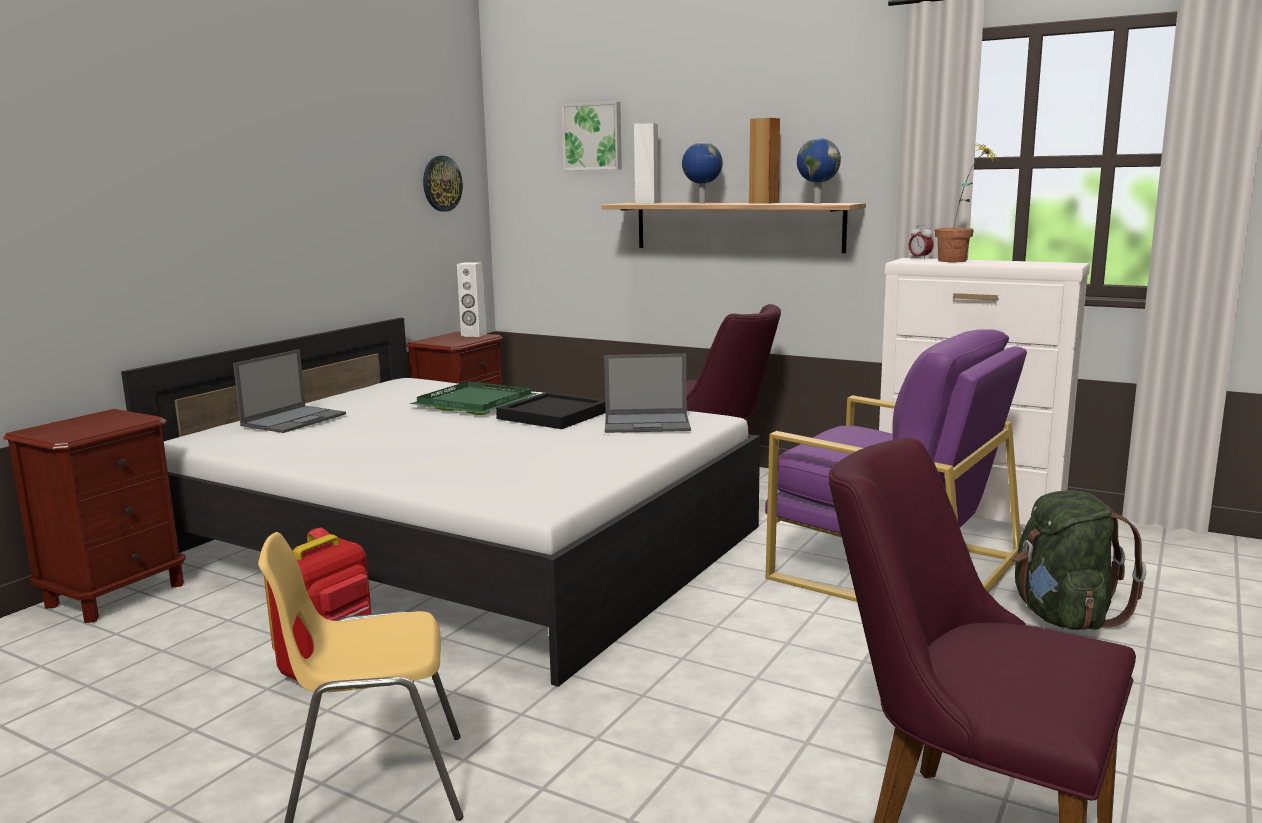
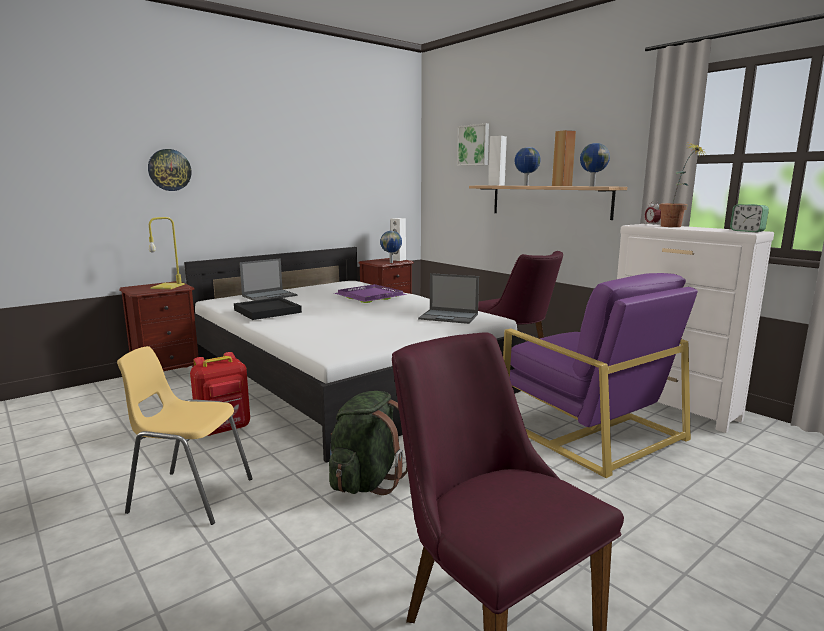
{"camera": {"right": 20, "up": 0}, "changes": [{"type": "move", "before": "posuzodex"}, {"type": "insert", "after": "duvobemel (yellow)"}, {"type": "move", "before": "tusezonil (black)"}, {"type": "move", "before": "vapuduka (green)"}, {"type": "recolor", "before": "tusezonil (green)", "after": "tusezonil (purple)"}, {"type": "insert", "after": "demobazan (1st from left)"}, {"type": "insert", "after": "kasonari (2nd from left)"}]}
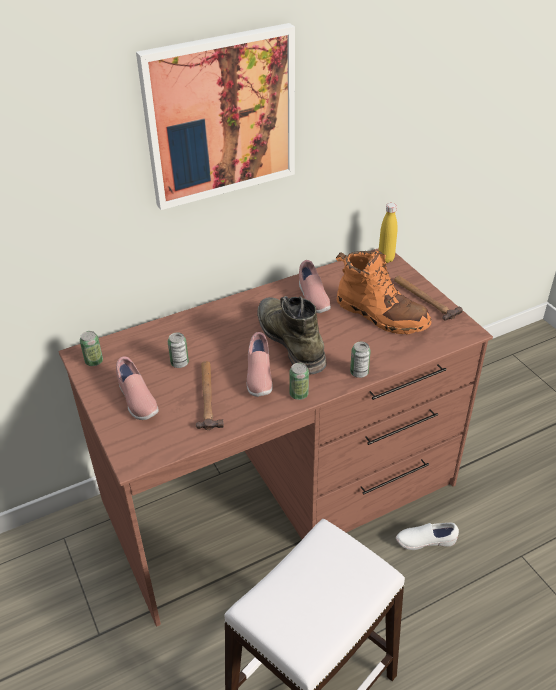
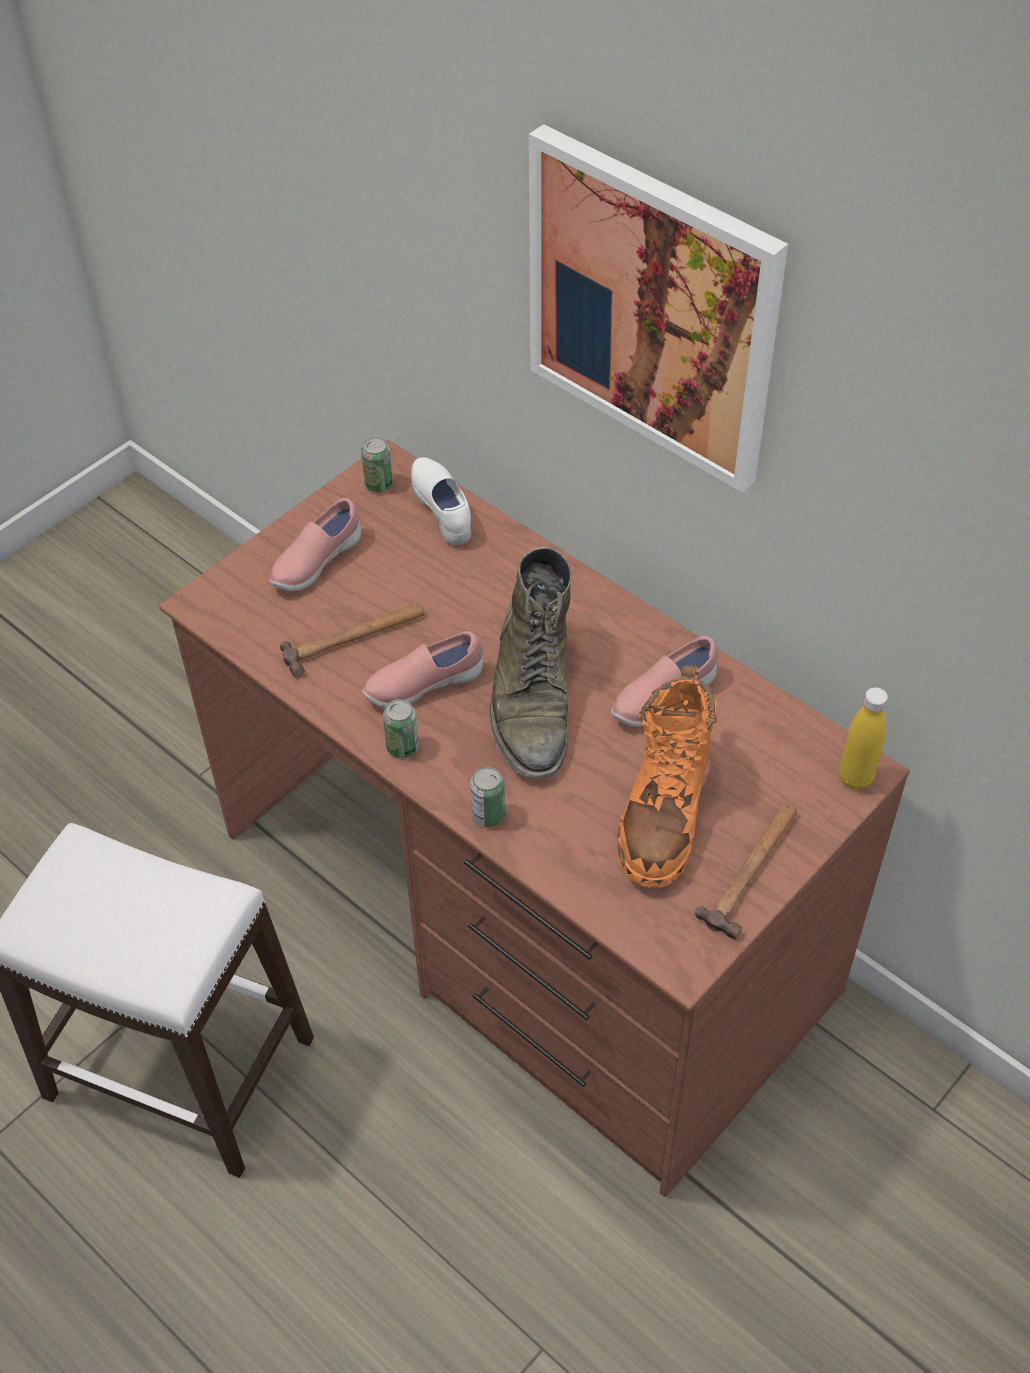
{"camera": {"right": 70, "up": 10}, "changes": [{"type": "move", "before": "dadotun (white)"}, {"type": "rotate", "before": "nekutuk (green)", "turn": 135}, {"type": "delete", "before": "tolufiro (2nd from left)"}]}
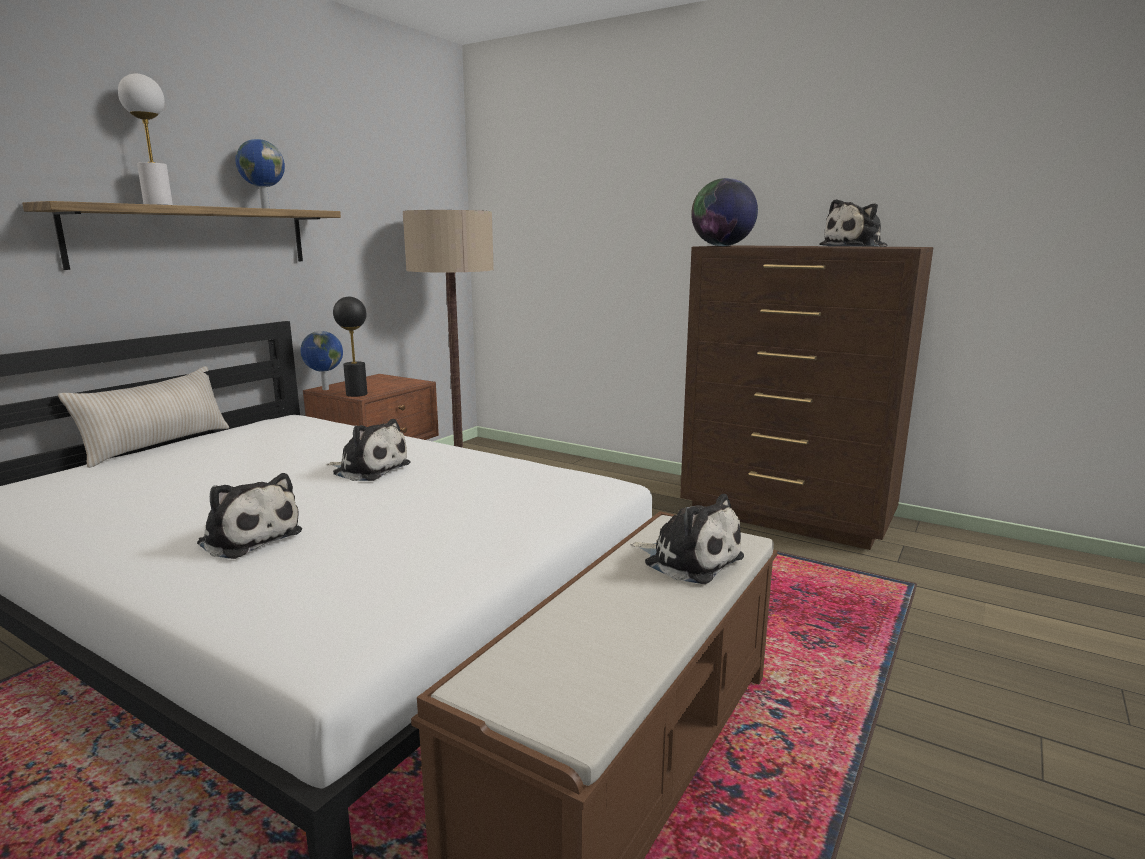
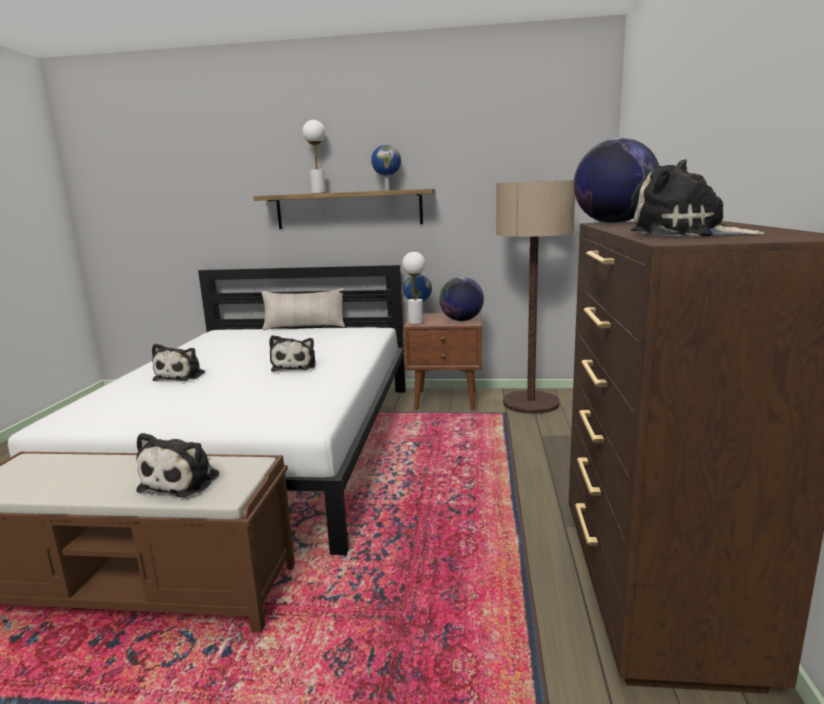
{"camera": {"right": 65, "up": 0}, "changes": [{"type": "recolor", "before": "duvobemel (black)", "after": "duvobemel (white) (2nd from left)"}, {"type": "insert", "after": "demobazan (3rd from left)"}]}
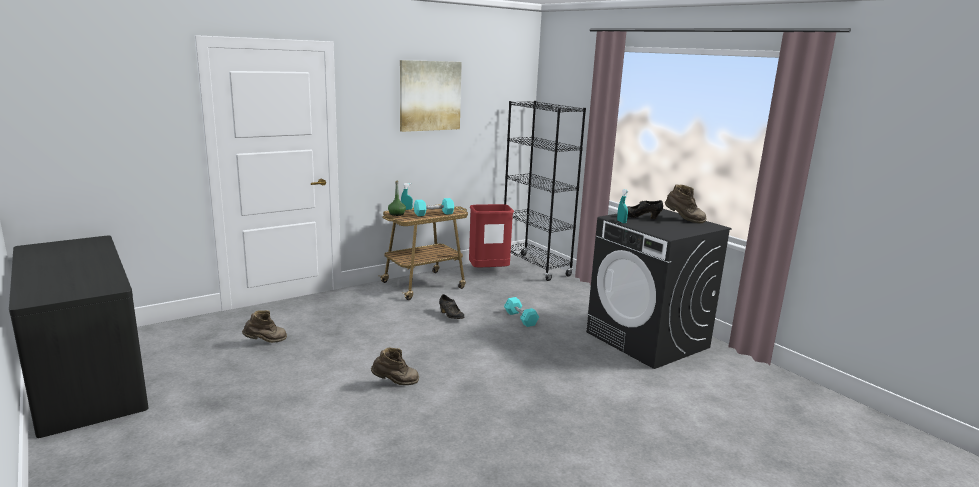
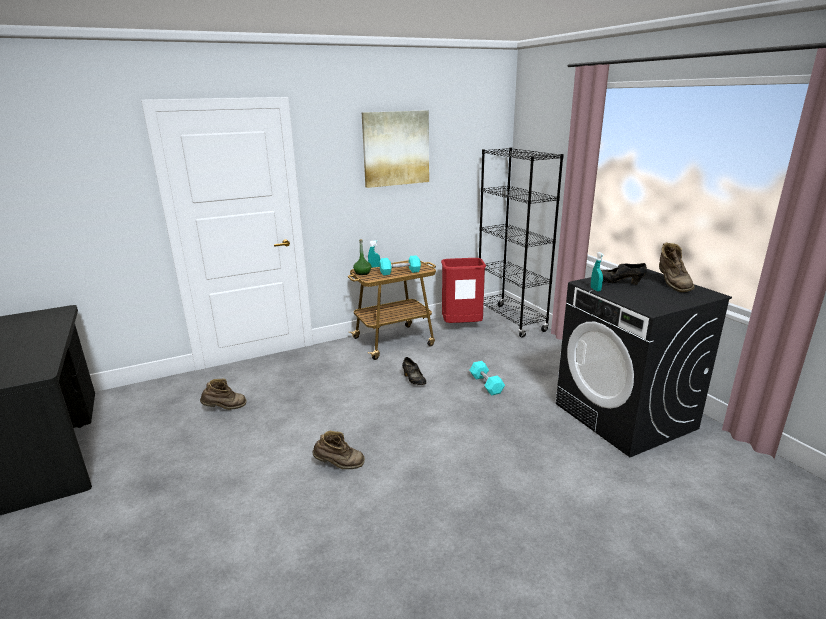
{"camera": {"right": 10, "up": 5}, "changes": [{"type": "rotate", "before": "nekutuk (brown) (3rd from left)", "turn": 45}]}
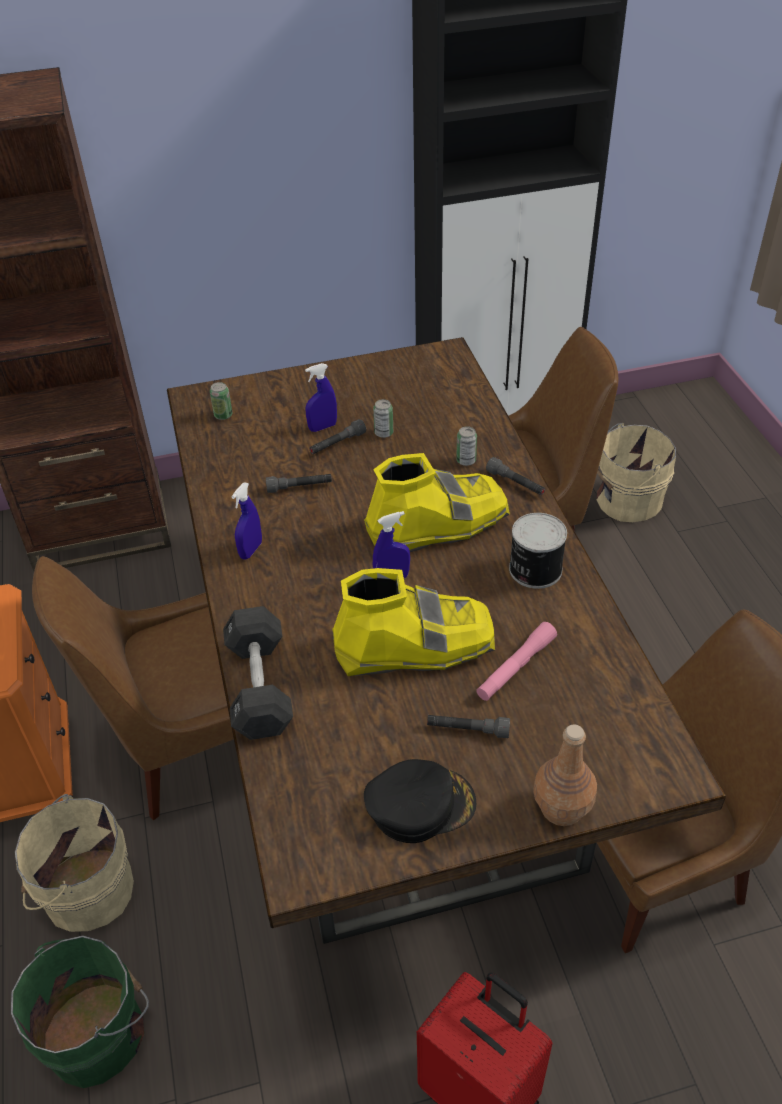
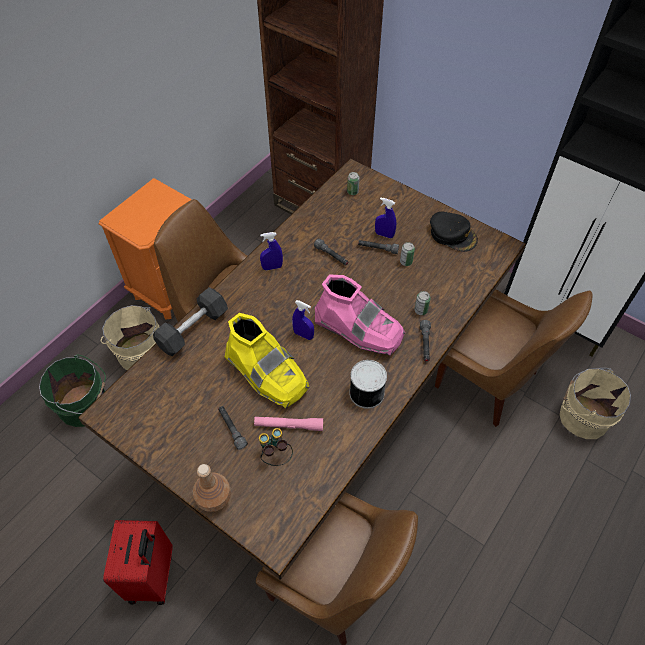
{"camera": {"right": 50, "up": 10}, "changes": [{"type": "insert", "after": "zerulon"}, {"type": "recolor", "before": "nekutuk (yellow) (2nd from left)", "after": "nekutuk (pink)"}, {"type": "move", "before": "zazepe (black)"}]}
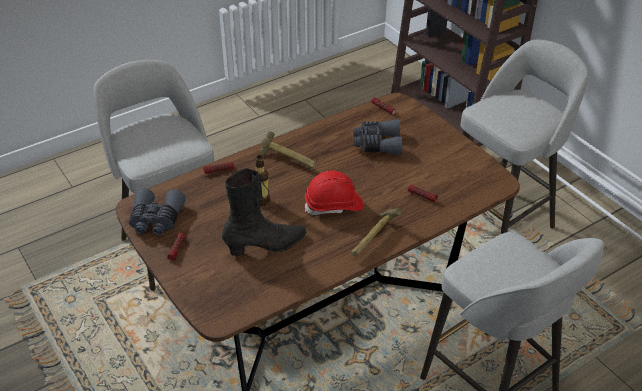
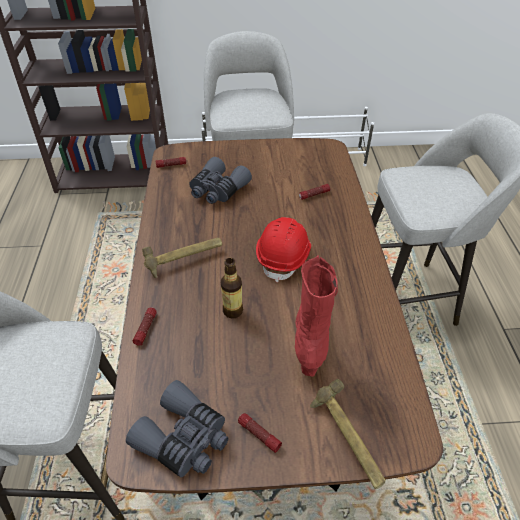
{"camera": {"right": -60, "up": 5}, "changes": [{"type": "recolor", "before": "nekutuk (black)", "after": "nekutuk (red)"}, {"type": "move", "before": "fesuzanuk (2nd from left)"}]}
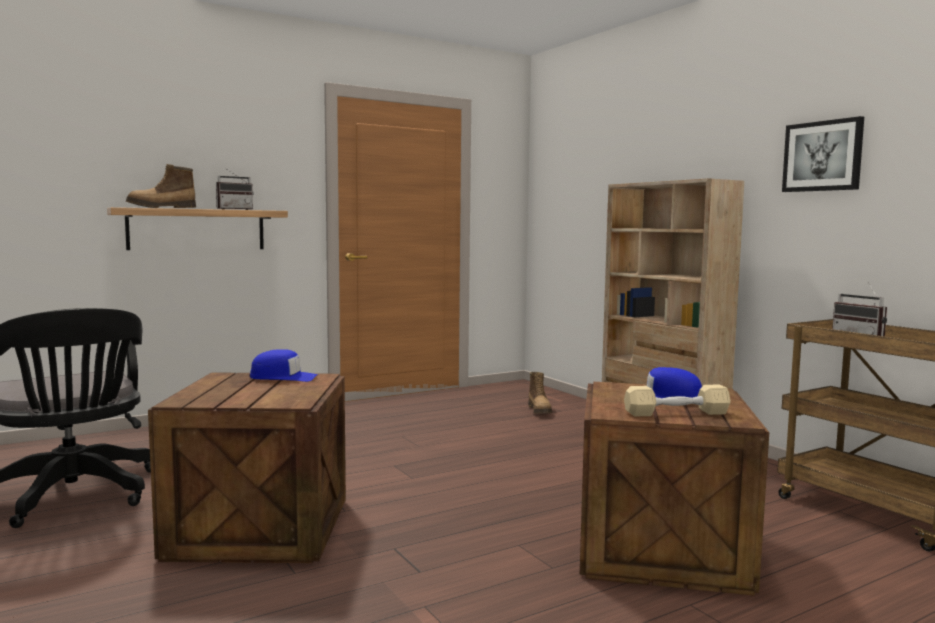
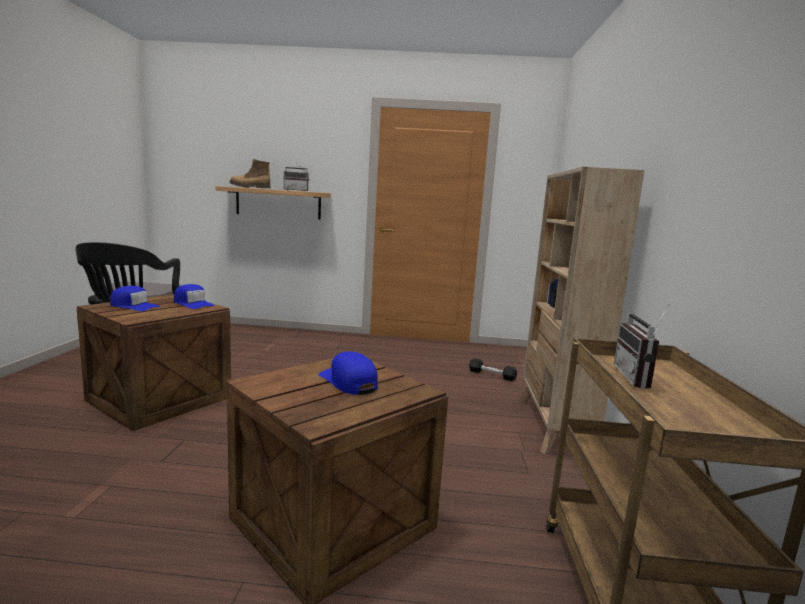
{"camera": {"right": 35, "up": 5}, "changes": [{"type": "insert", "after": "zazepe (blue) (1st from left)"}, {"type": "replace", "before": "nekutuk (2nd from left)", "after": "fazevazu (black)"}, {"type": "delete", "before": "fazevazu (beige)"}, {"type": "delete", "before": "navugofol"}]}
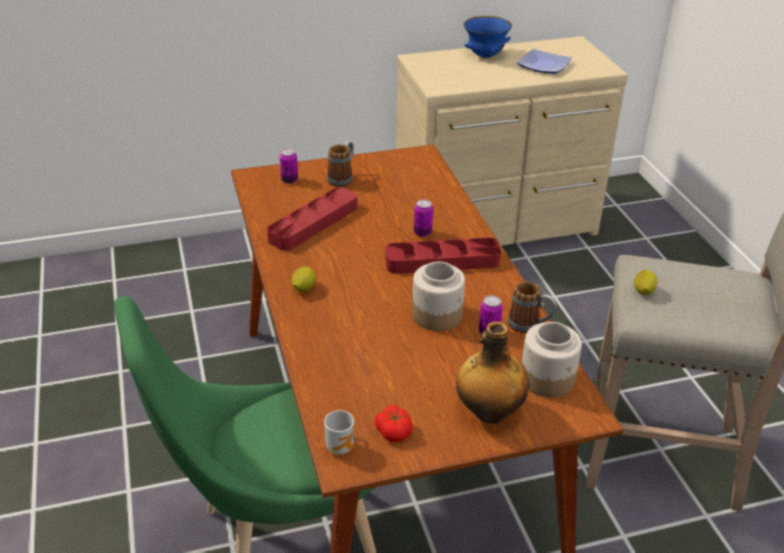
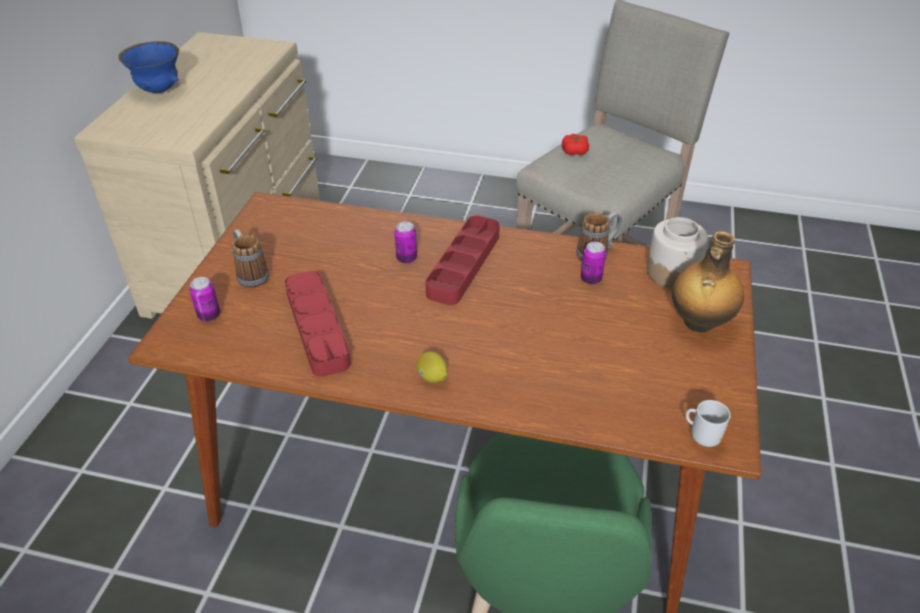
{"camera": {"right": -60, "up": 5}, "changes": [{"type": "move", "before": "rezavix"}, {"type": "delete", "before": "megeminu (1st from left)"}, {"type": "delete", "before": "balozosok"}, {"type": "delete", "before": "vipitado (2nd from left)"}]}
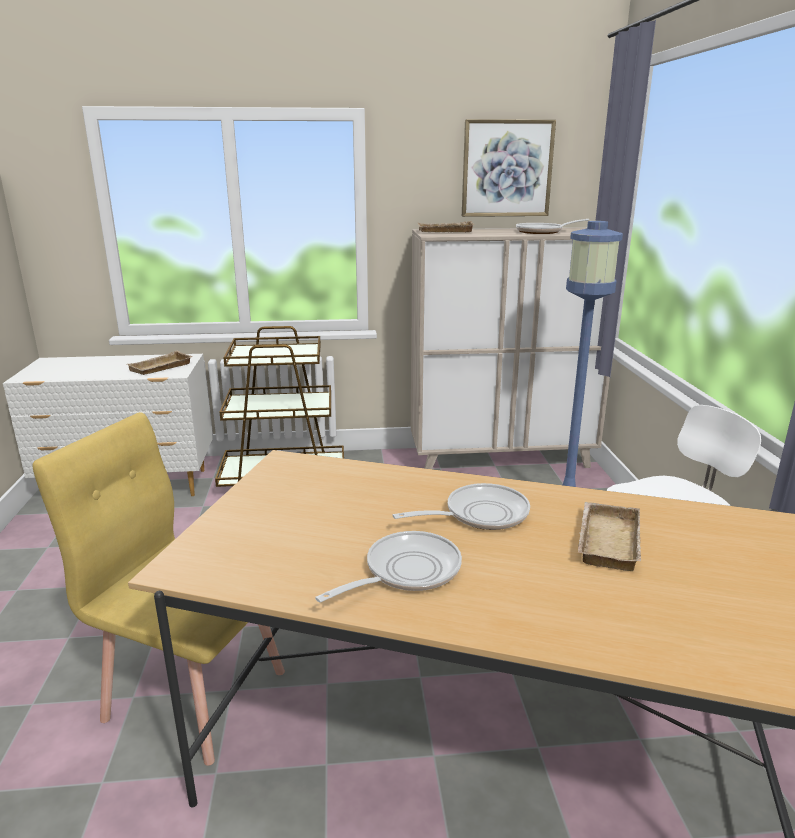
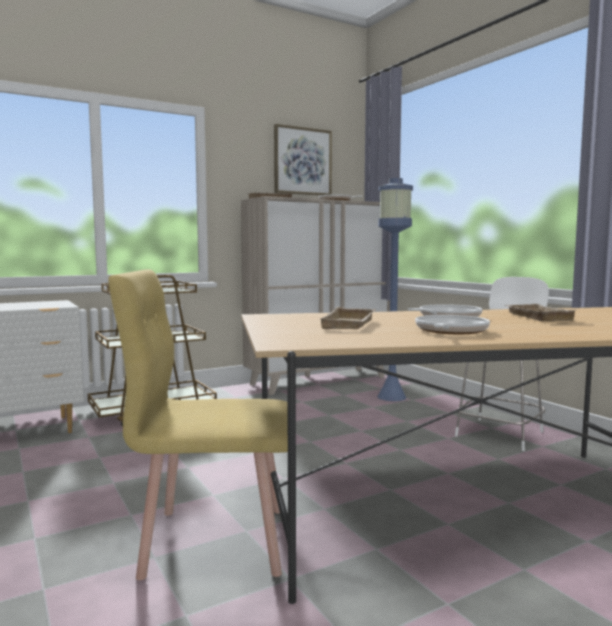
{"camera": {"right": -25, "up": -15}, "changes": [{"type": "move", "before": "tusezonil (beige) (1st from left in the first image)", "after": "tusezonil (beige) (2nd from left)"}]}
